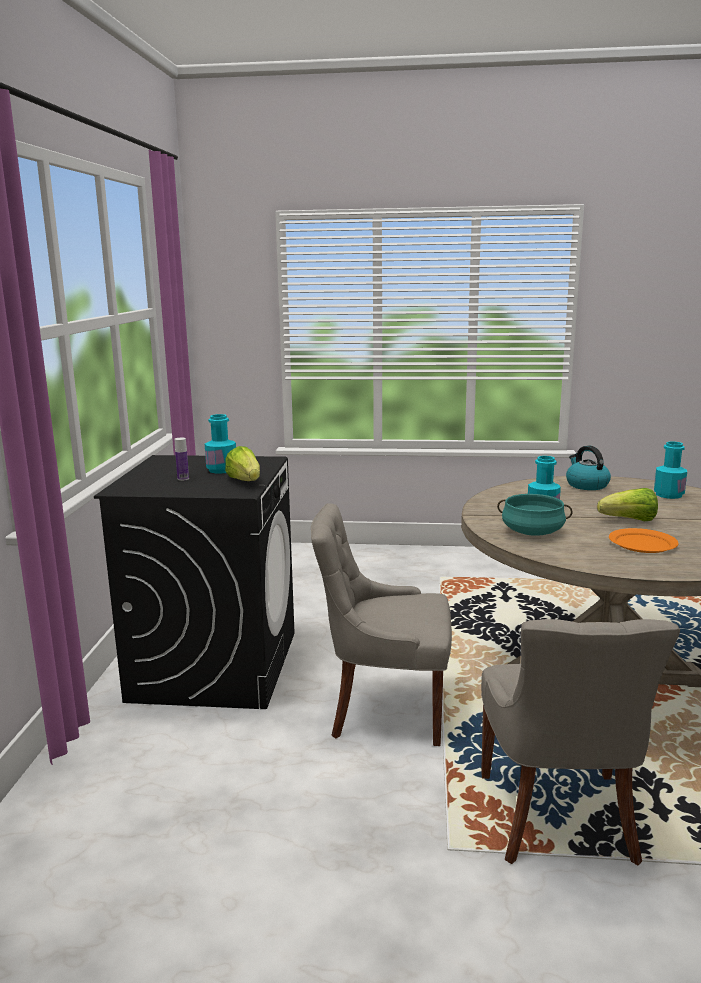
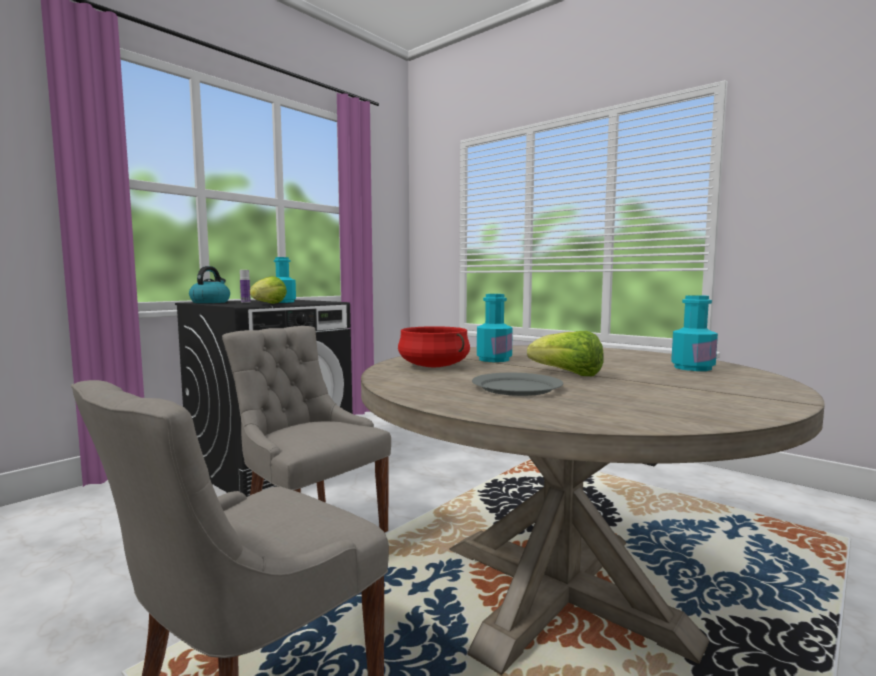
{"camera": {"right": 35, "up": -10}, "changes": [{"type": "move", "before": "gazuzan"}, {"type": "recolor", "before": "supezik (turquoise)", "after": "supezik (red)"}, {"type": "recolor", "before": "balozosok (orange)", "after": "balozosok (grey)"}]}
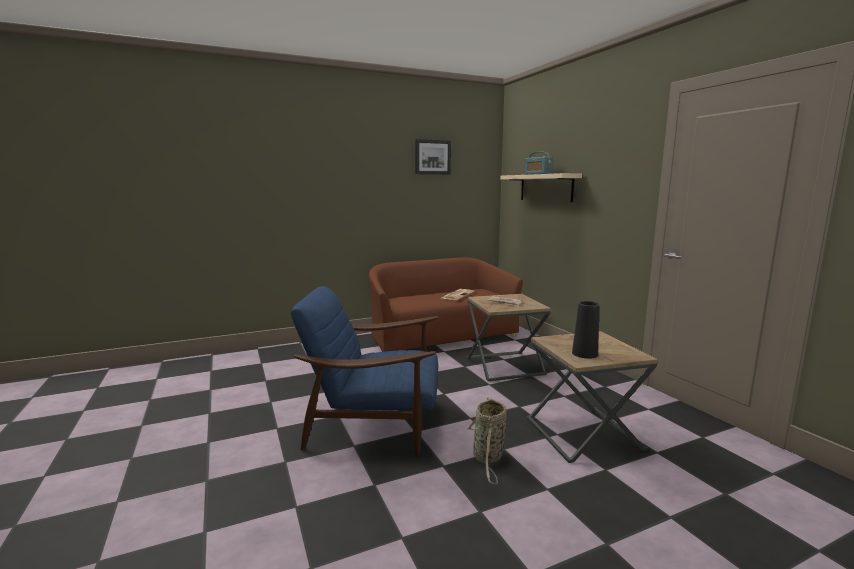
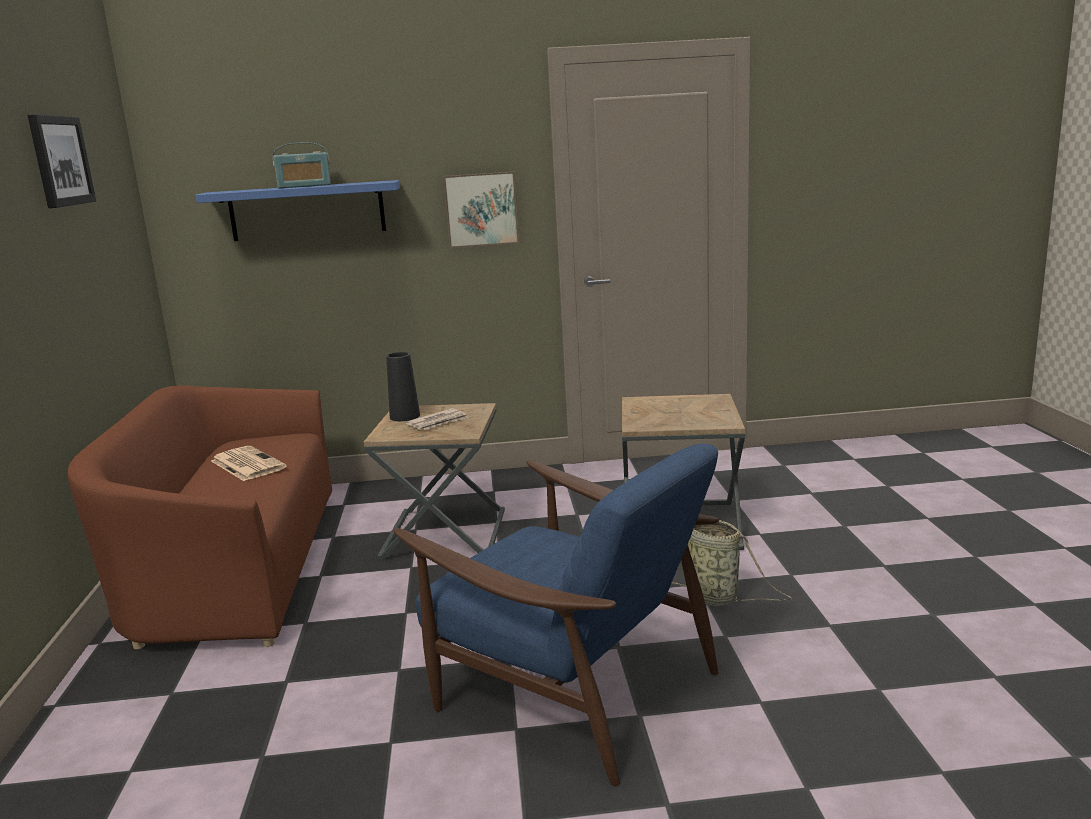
{"camera": {"right": -70, "up": 5}, "changes": [{"type": "recolor", "before": "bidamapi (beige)", "after": "bidamapi (blue)"}, {"type": "move", "before": "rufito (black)"}, {"type": "rotate", "before": "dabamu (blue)", "turn": -75}, {"type": "insert", "after": "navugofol (2nd from left)"}]}
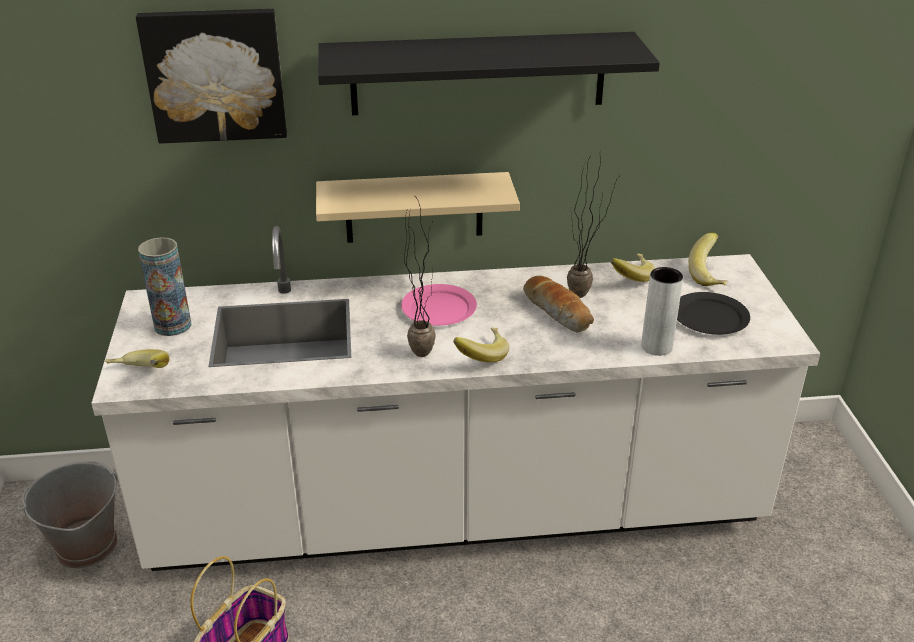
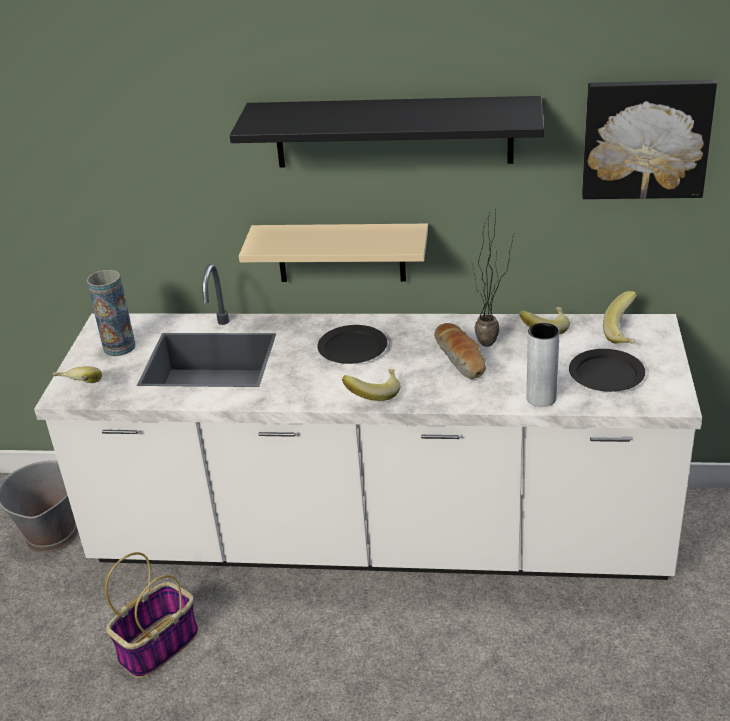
{"camera": {"right": 15, "up": 0}, "changes": [{"type": "recolor", "before": "balozosok (pink)", "after": "balozosok (black) (1st from left)"}, {"type": "move", "before": "navugofol"}, {"type": "delete", "before": "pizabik (1st from left)"}]}
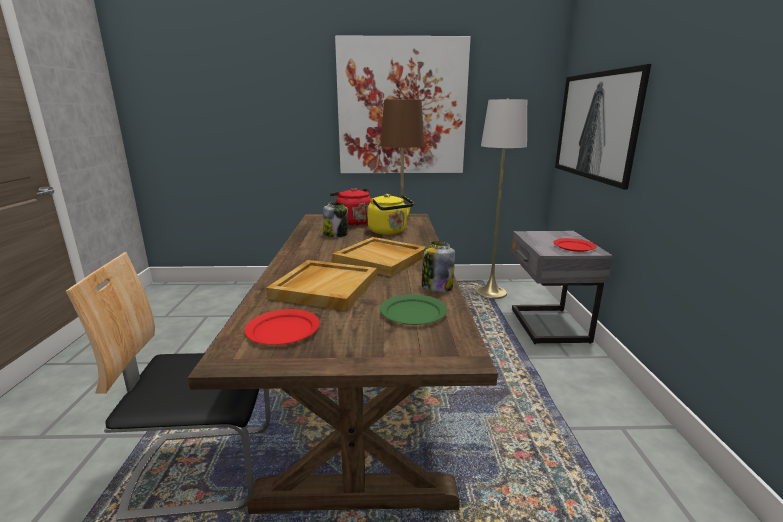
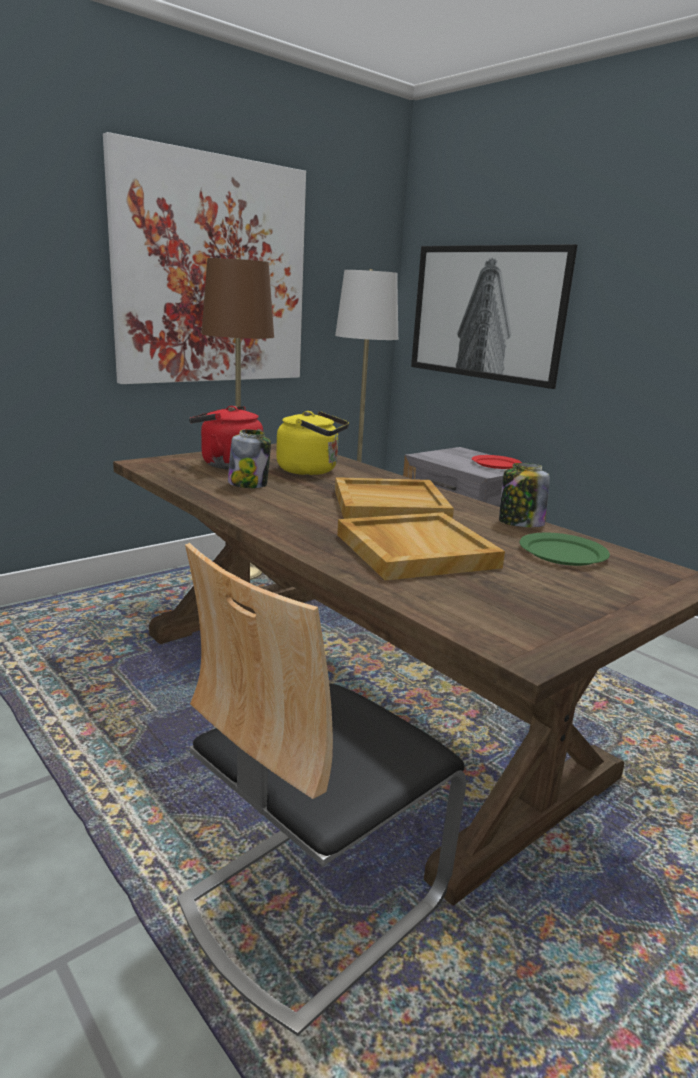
{"camera": {"right": -40, "up": 0}, "changes": [{"type": "delete", "before": "balozosok (red) (1st from left)"}]}
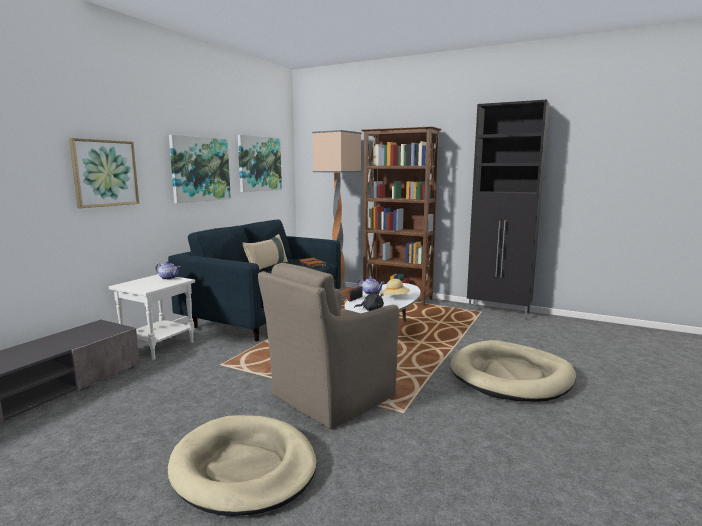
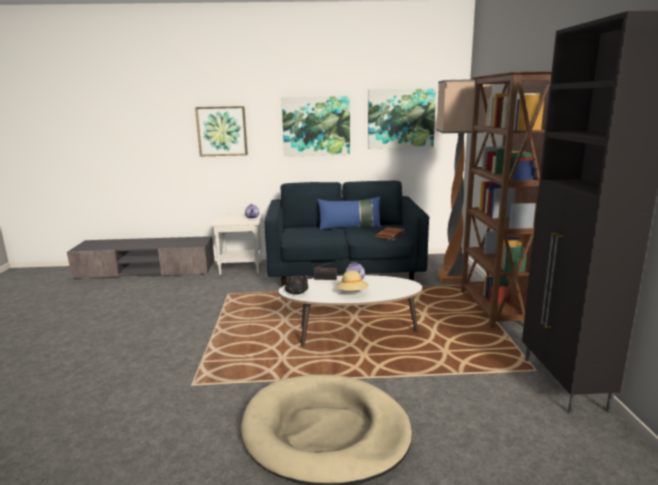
{"camera": {"right": 60, "up": 5}, "changes": [{"type": "recolor", "before": "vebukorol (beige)", "after": "vebukorol (blue)"}, {"type": "delete", "before": "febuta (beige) (1st from left)"}, {"type": "delete", "before": "dabamu (brown)"}]}
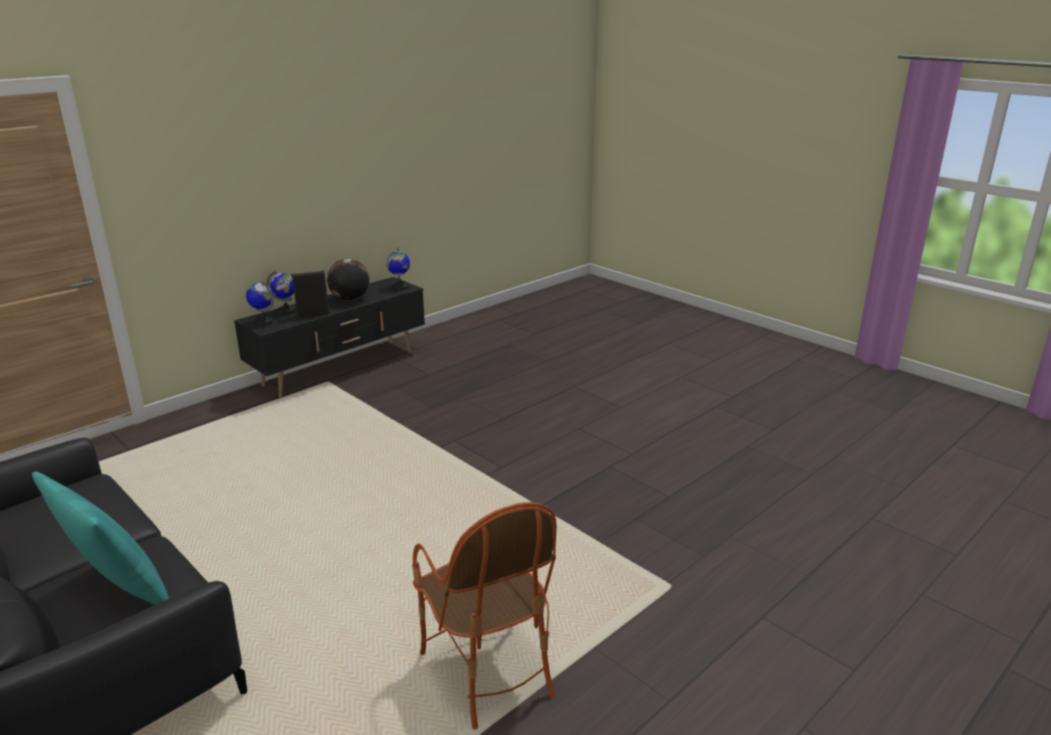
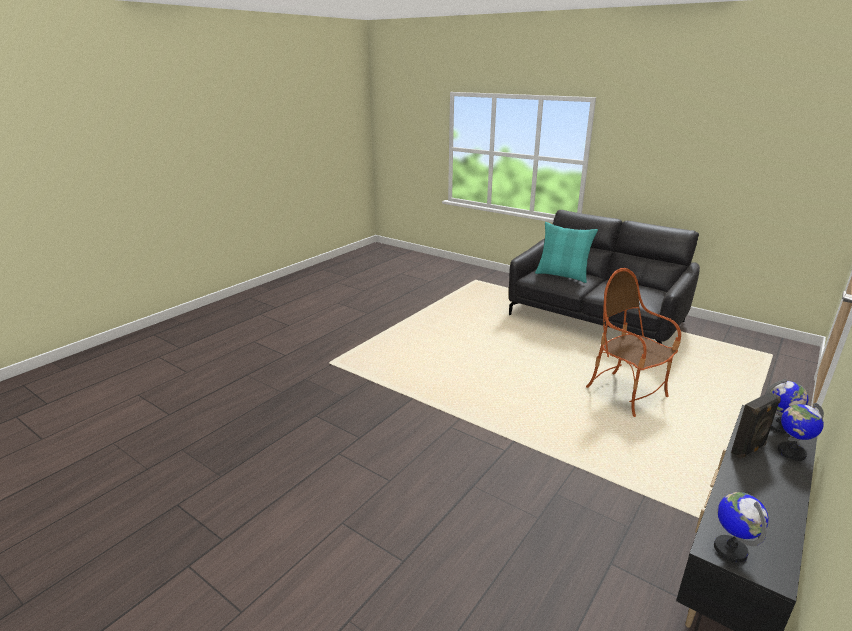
{"camera": {"right": 170, "up": 0}, "changes": [{"type": "move", "before": "dabamu"}, {"type": "delete", "before": "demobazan (3rd from left)"}]}
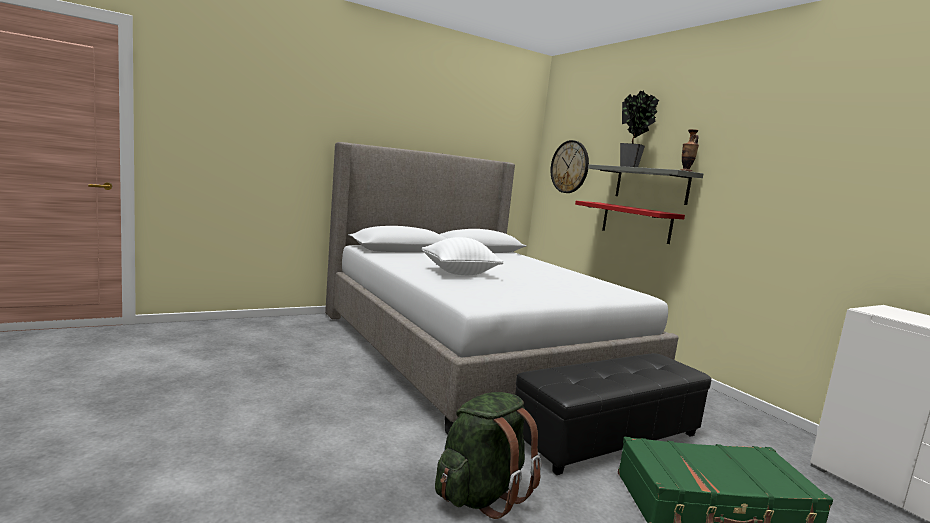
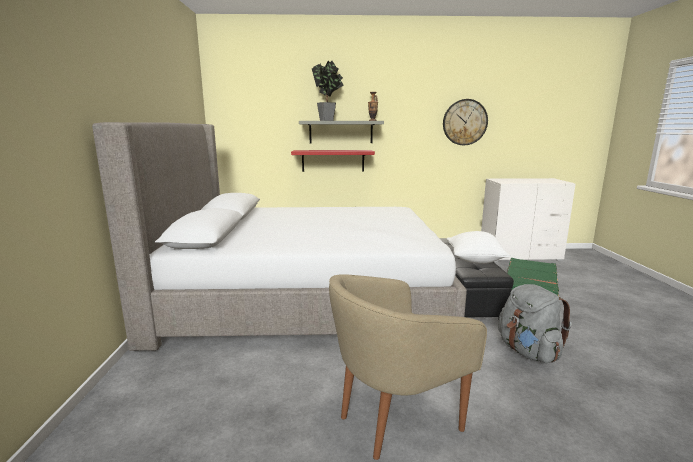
{"camera": {"right": -60, "up": 5}, "changes": [{"type": "insert", "after": "dabamu (beige)"}, {"type": "move", "before": "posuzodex"}, {"type": "move", "before": "vebukorol (white)"}, {"type": "recolor", "before": "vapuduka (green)", "after": "vapuduka (grey)"}]}
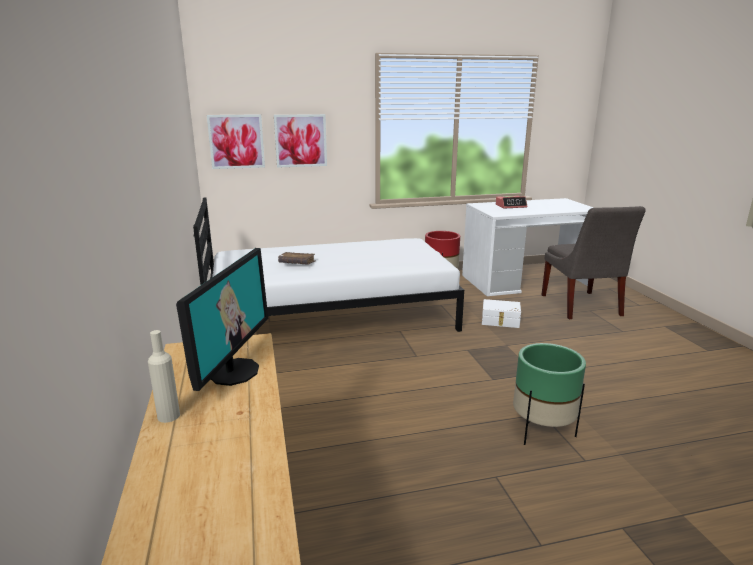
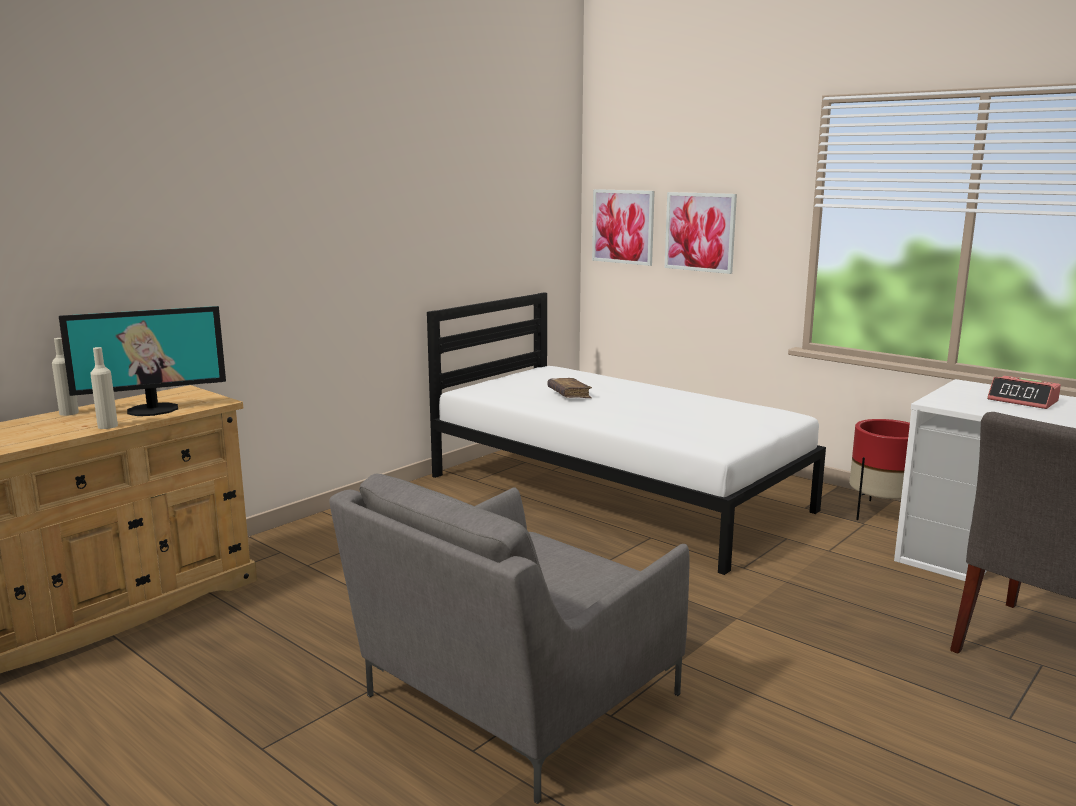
{"camera": {"right": 55, "up": -5}, "changes": [{"type": "insert", "after": "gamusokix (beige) (2nd from left)"}, {"type": "replace", "before": "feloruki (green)", "after": "dabamu (grey)"}, {"type": "delete", "before": "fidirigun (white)"}]}
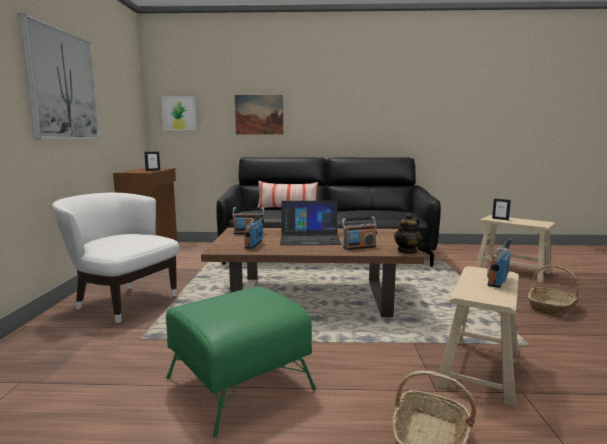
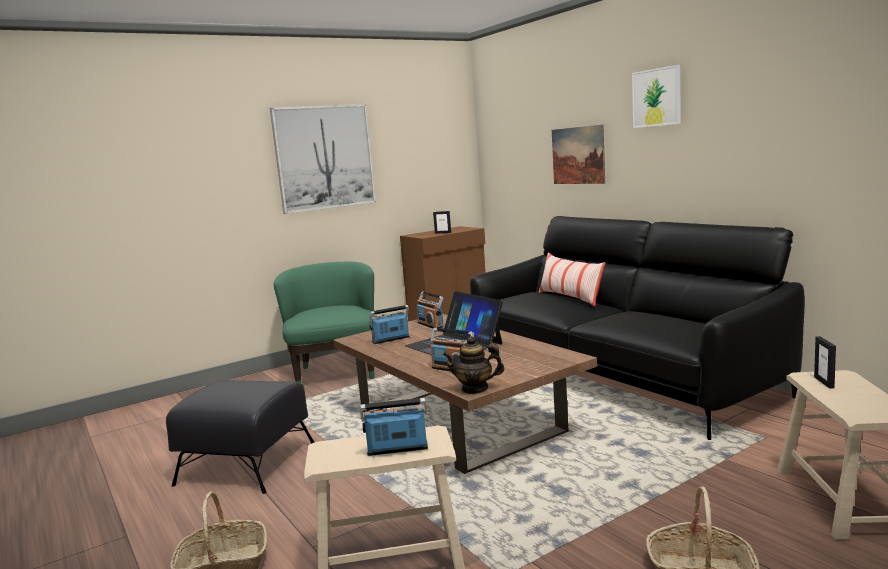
{"camera": {"right": 55, "up": 0}, "changes": [{"type": "recolor", "before": "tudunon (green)", "after": "tudunon (black)"}, {"type": "recolor", "before": "dabamu (white)", "after": "dabamu (green)"}, {"type": "move", "before": "navugofol (2nd from left in the first image)", "after": "navugofol (3rd from left)"}]}
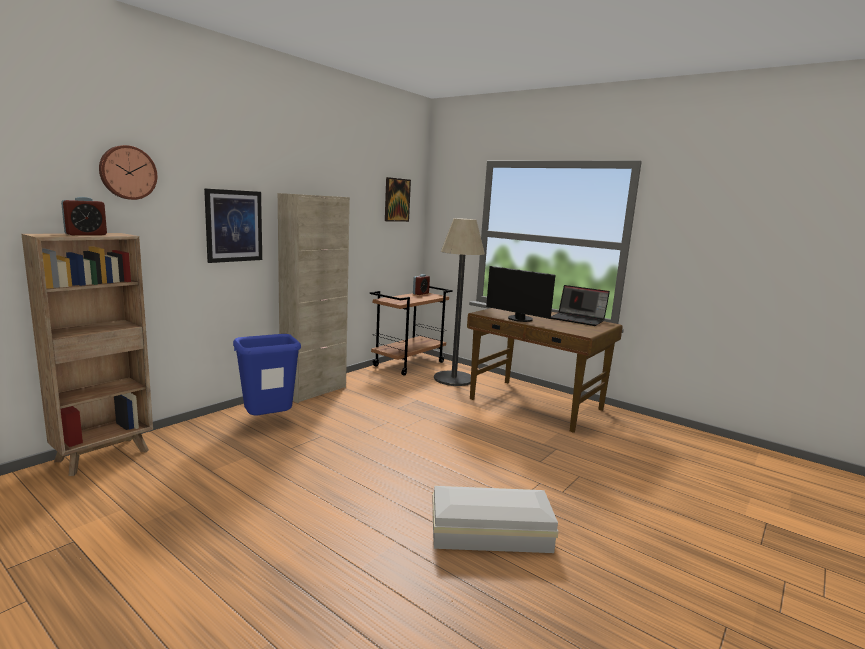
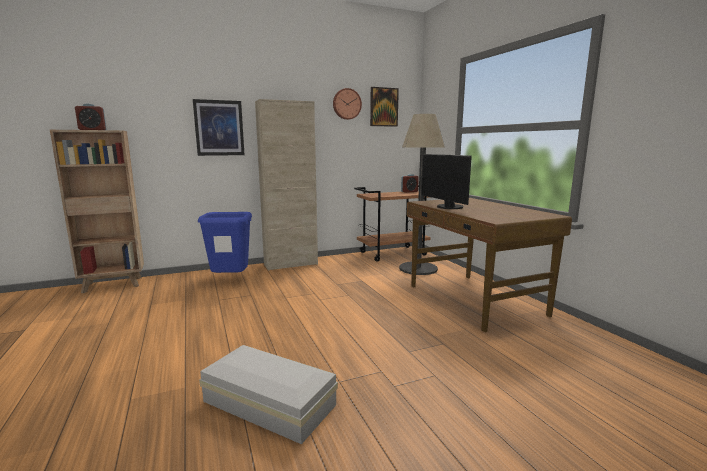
{"camera": {"right": 30, "up": 0}, "changes": [{"type": "move", "before": "posuzodex"}, {"type": "delete", "before": "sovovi"}]}
